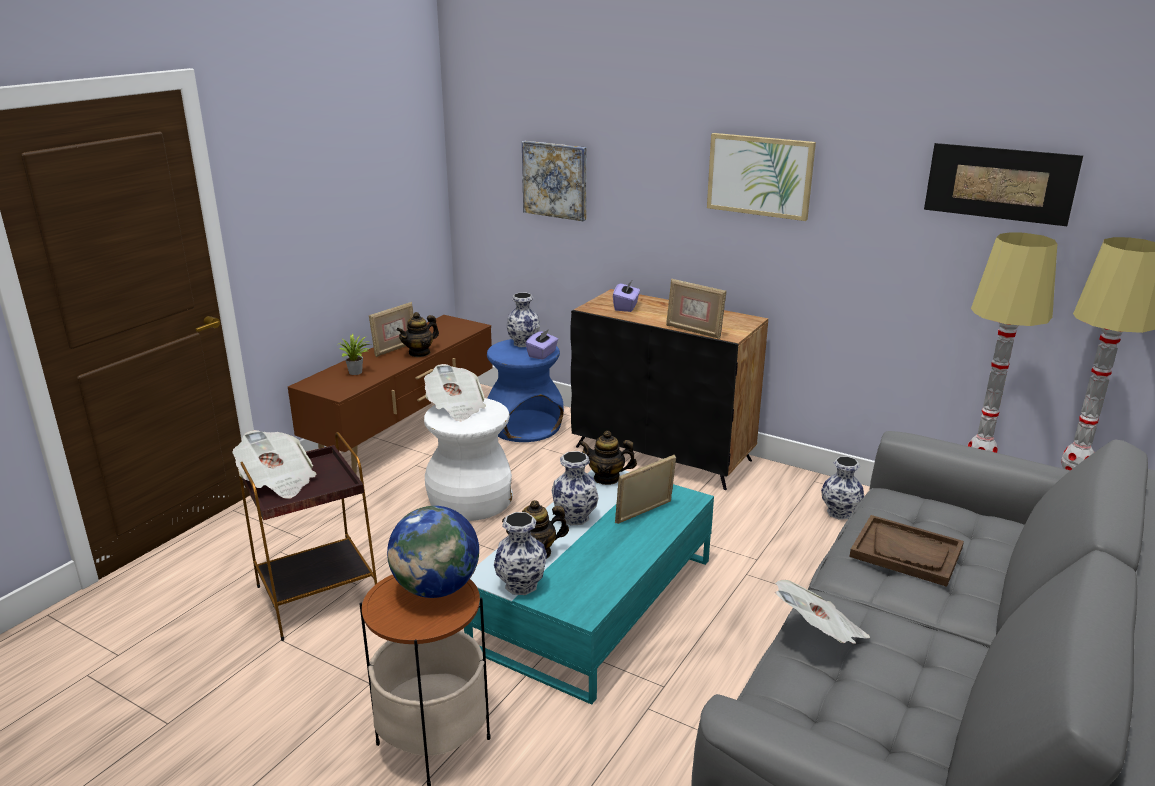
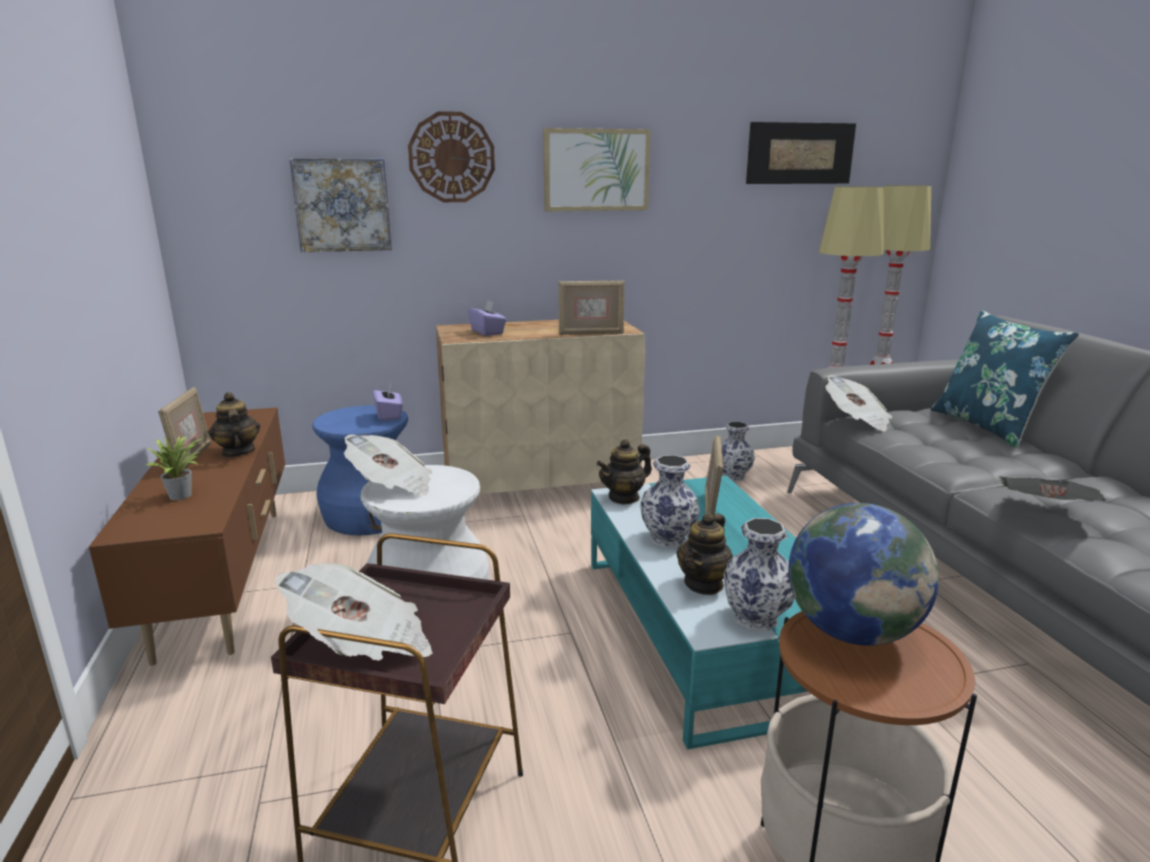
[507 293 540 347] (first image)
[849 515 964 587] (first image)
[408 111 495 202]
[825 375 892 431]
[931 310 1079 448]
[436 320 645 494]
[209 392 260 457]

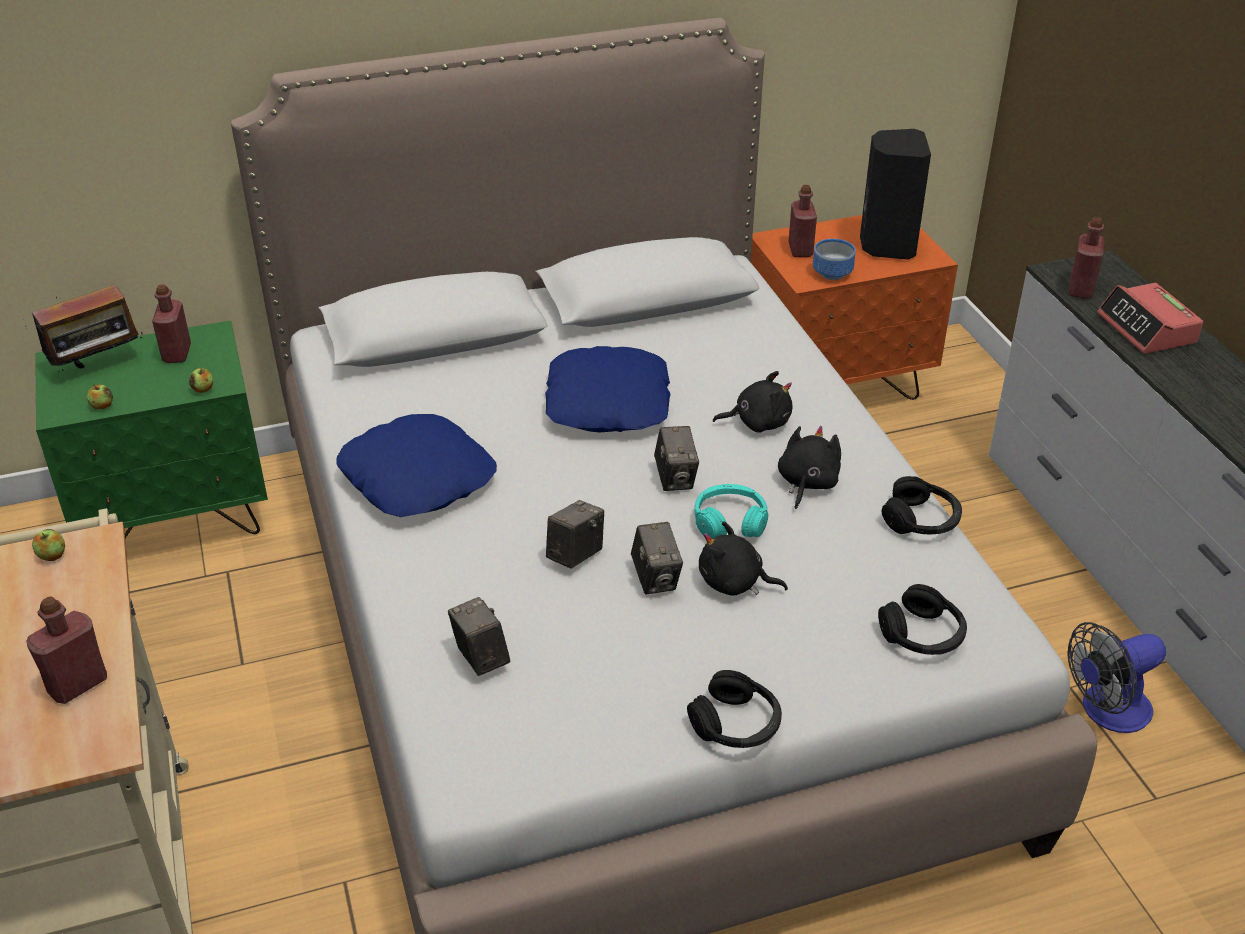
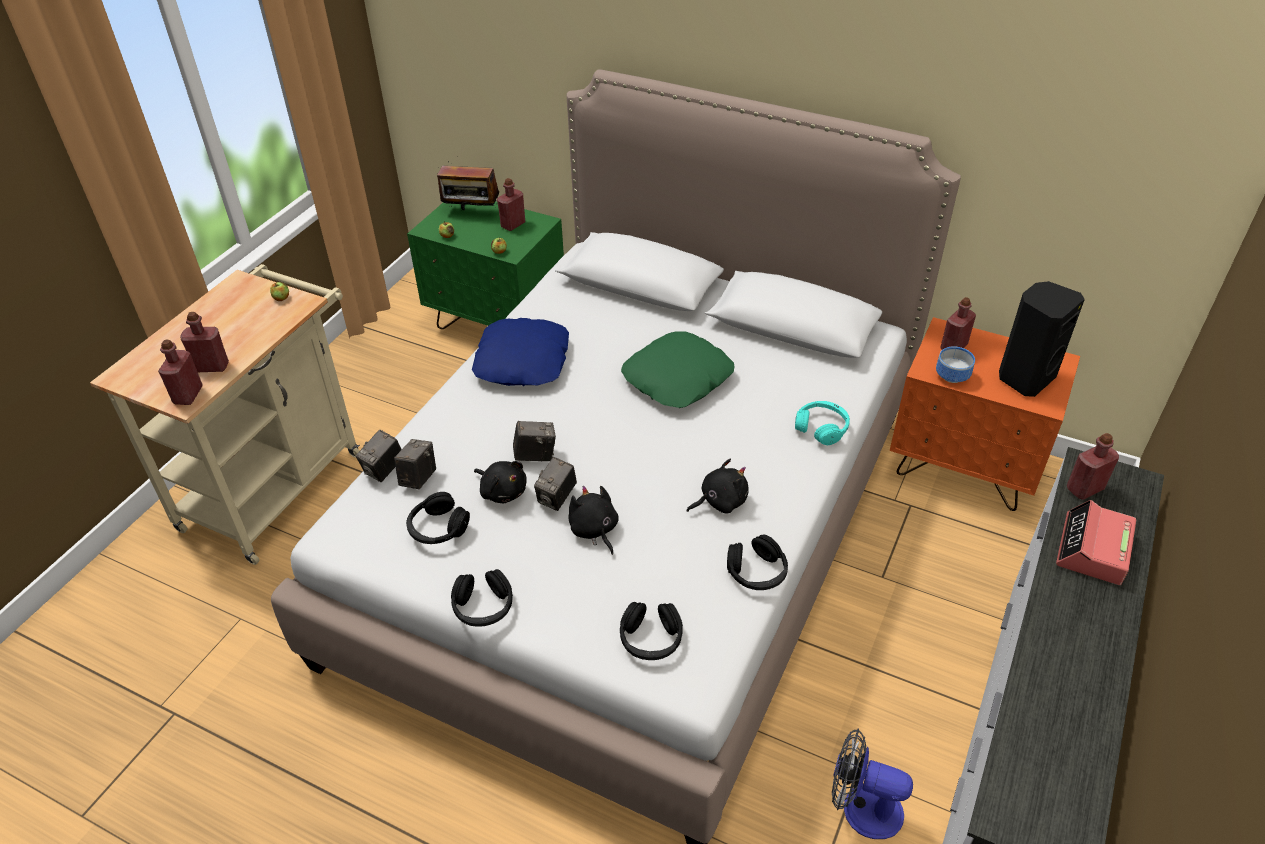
[158 340 203 405]
[406 492 470 544]
[356 430 402 482]
[795 401 850 445]
[474 461 526 503]
[621 332 735 408]

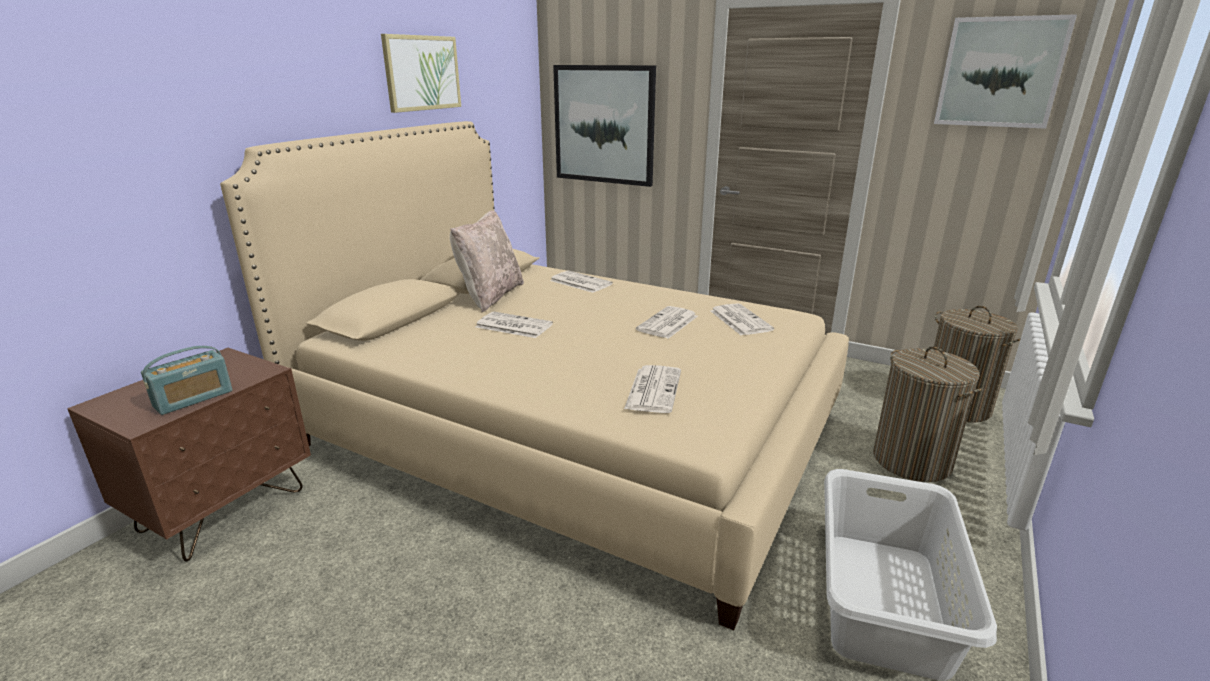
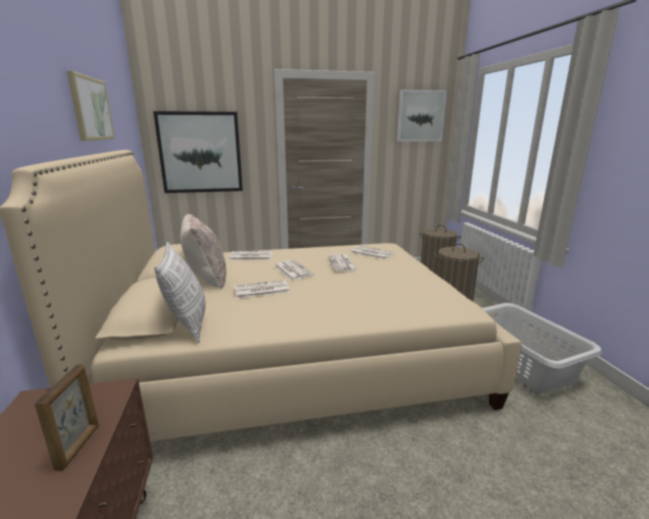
[154 242 206 343]
[275 260 314 280]
[35 364 99 471]

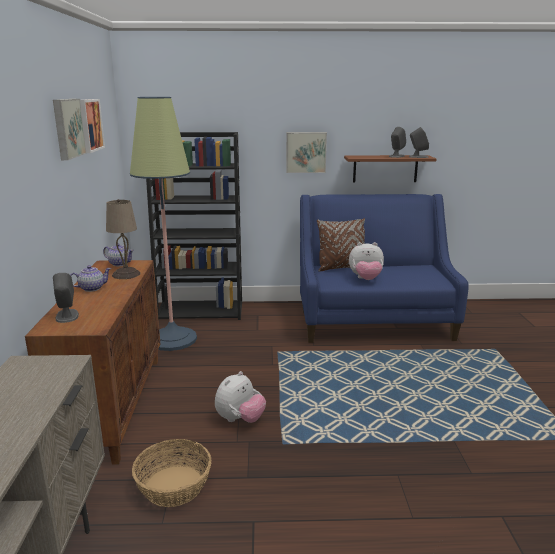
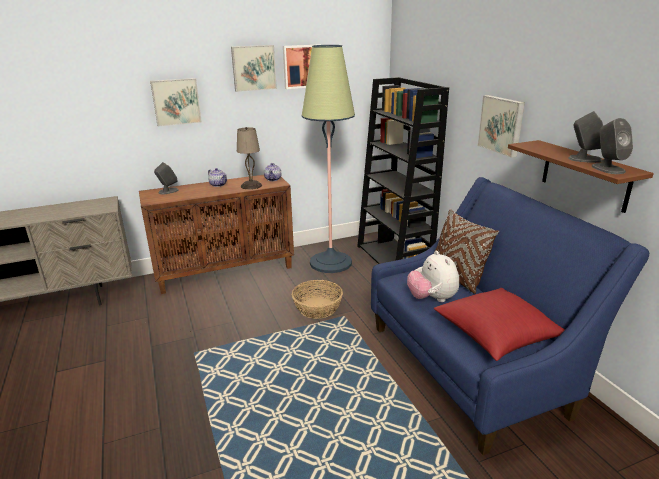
[215 371 266 423] (first image)
[150 78 202 126]
[434 288 565 361]
[292 280 343 319]

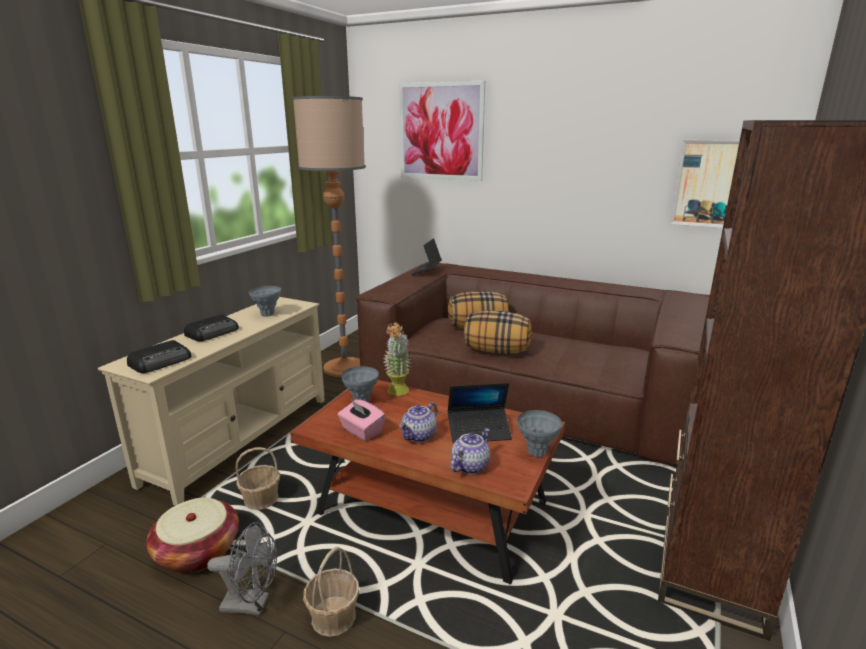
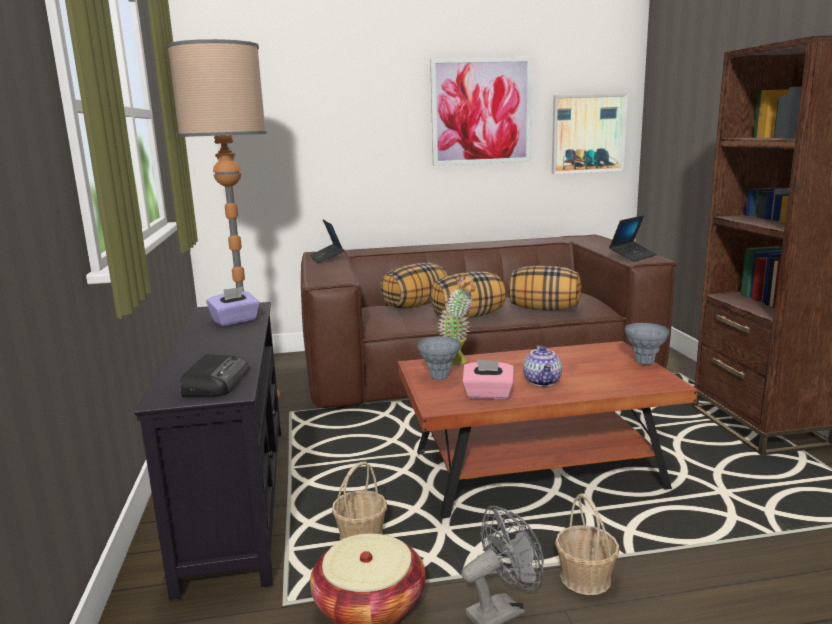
[184 314 239 341] (first image)
[451 429 490 474] (first image)
[508 266 582 311]
[430 57 532 166]
[609 215 657 262]
[206 287 259 326]
[135 302 281 600]

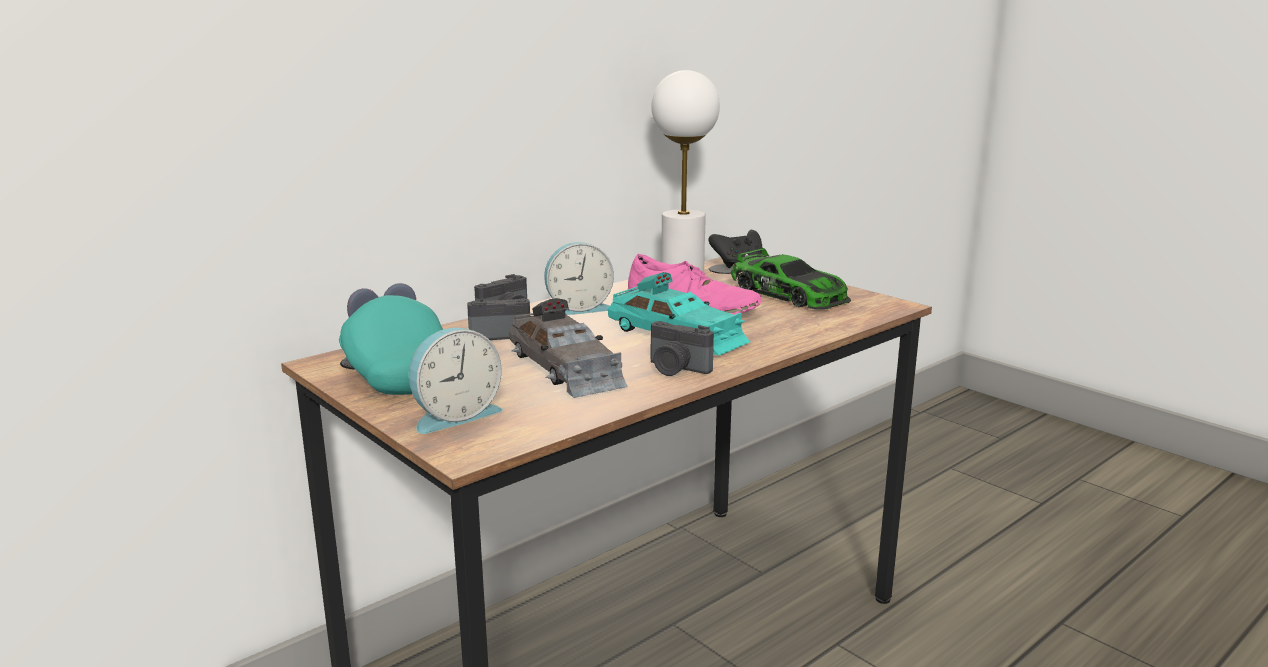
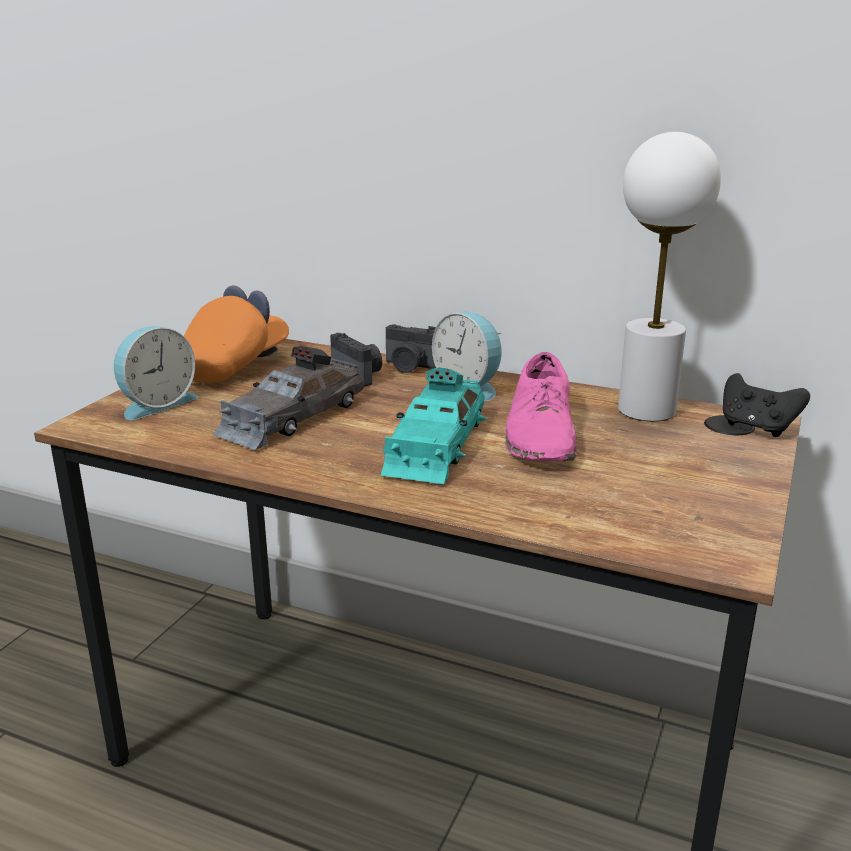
[651 321 714 376] (first image)
[731 248 851 309] (first image)
[184 286 289 383]
[114 326 198 420]

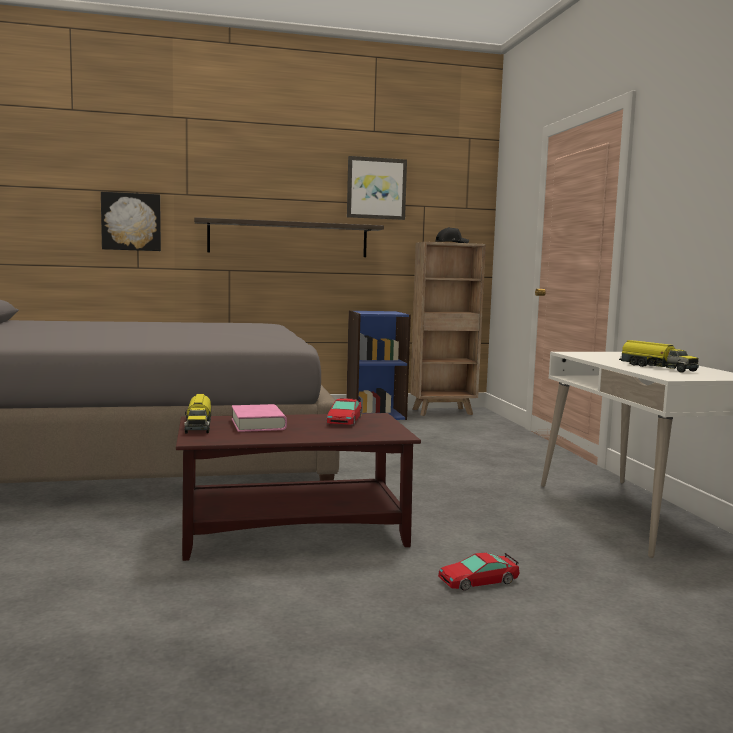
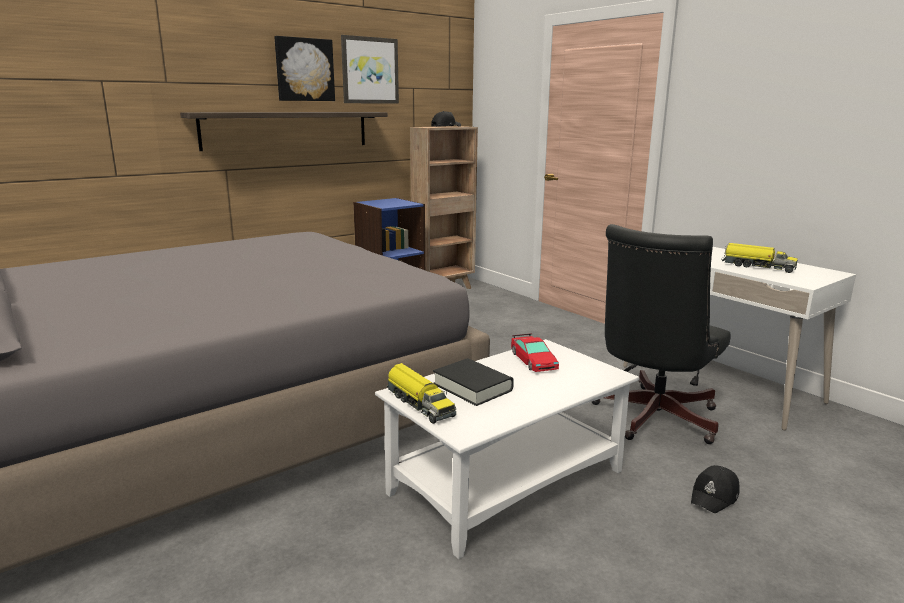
[592 224 731 444]
[274 36 335 101]
[691 465 739 513]
[375 339 639 559]
[433 358 514 406]

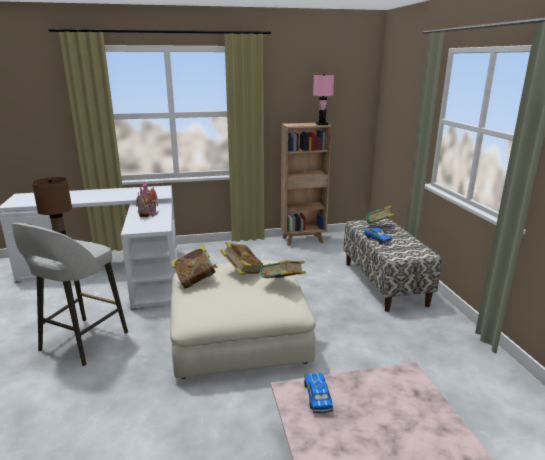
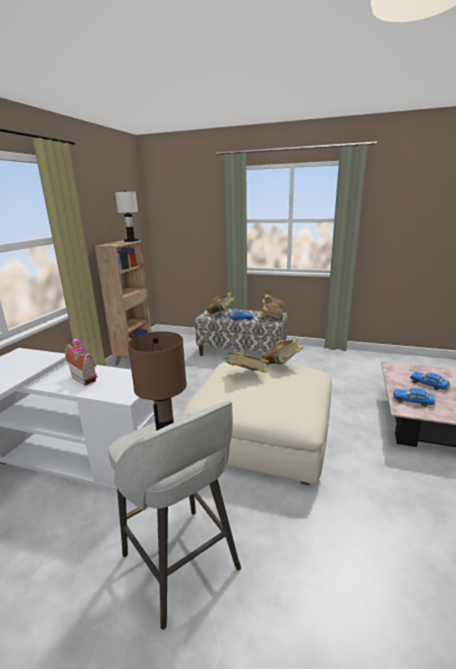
[410 372 450 390]
[260 294 284 321]
[115 191 139 242]

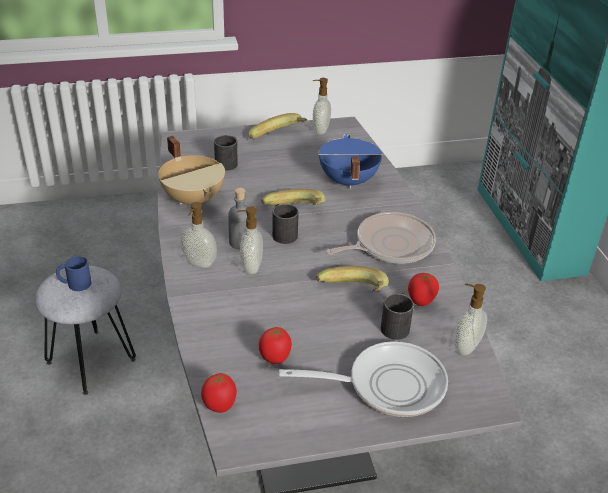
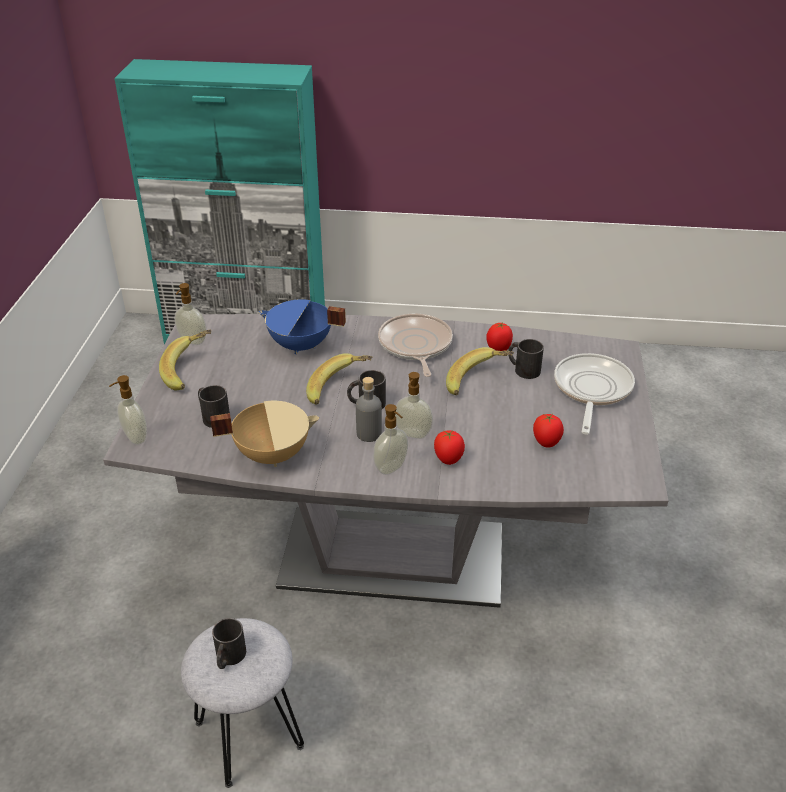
[434 430 465 465]
[109 375 147 445]
[212 618 246 669]

